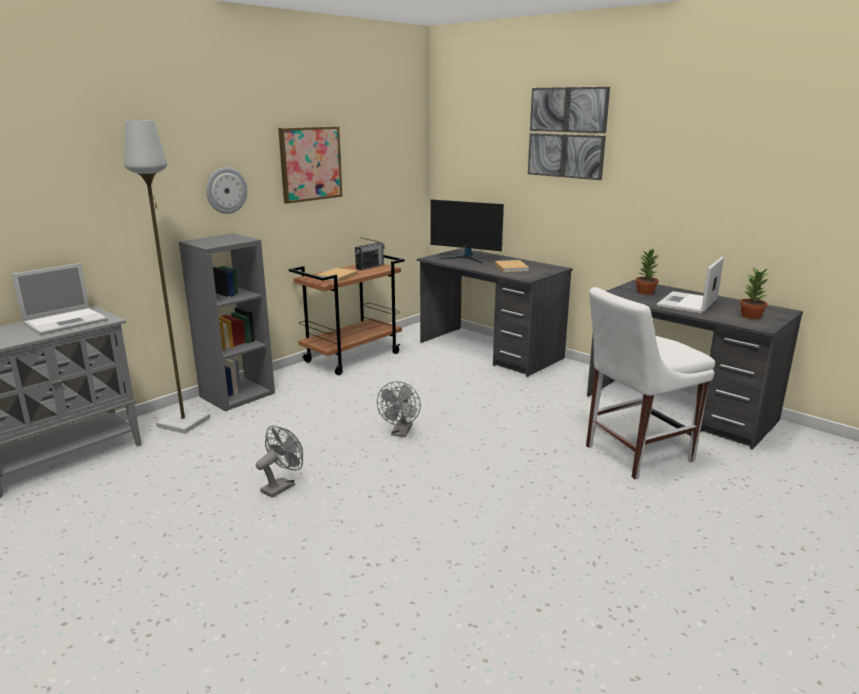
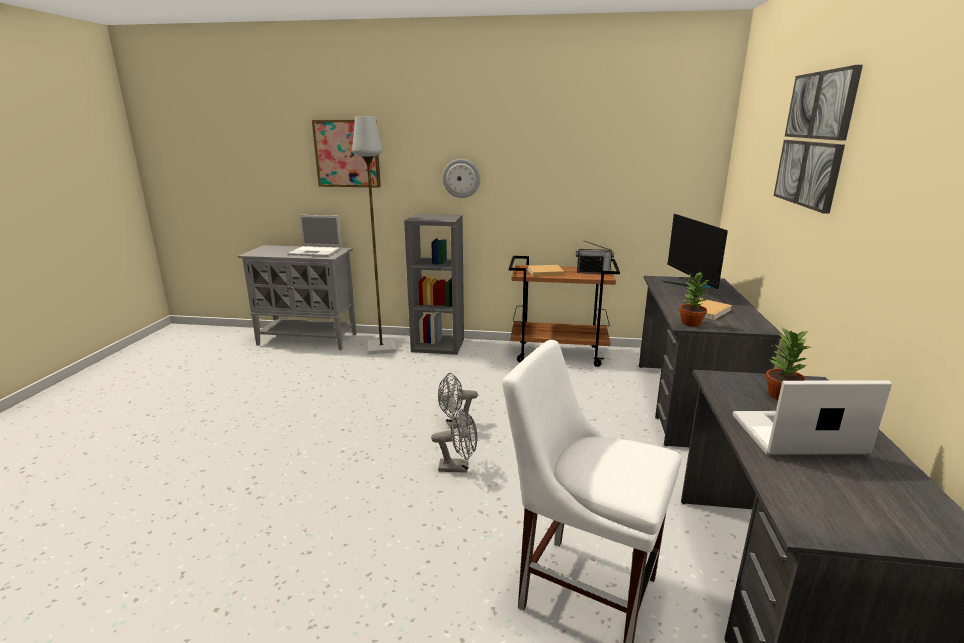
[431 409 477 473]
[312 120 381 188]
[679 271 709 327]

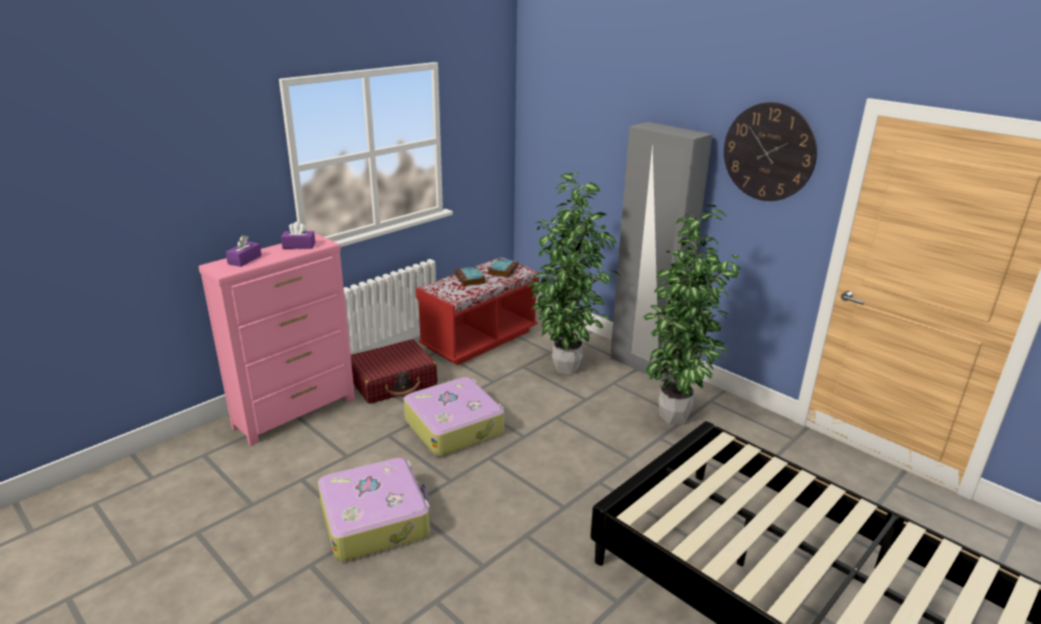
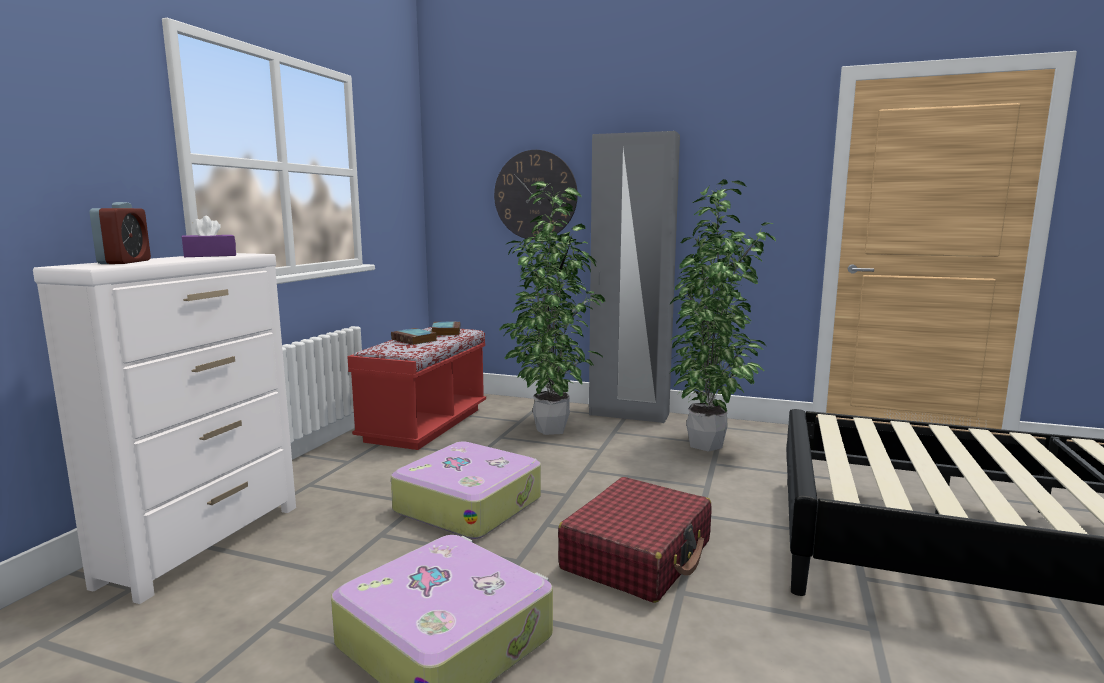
[558 477 712 603]
[494 150 578 240]
[89 202 151 264]
[33 253 296 604]

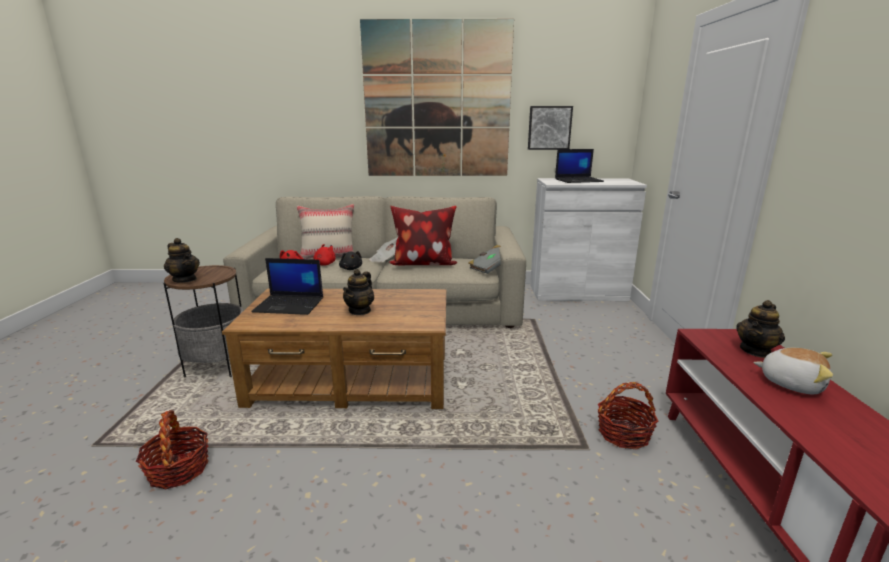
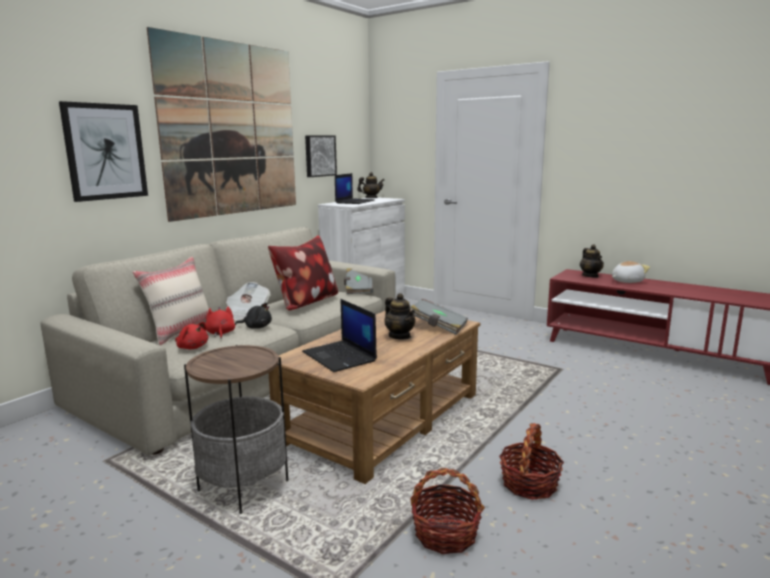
[59 101 148 202]
[410 298 468 335]
[357 172 384 198]
[499 423 564 500]
[302 299 377 372]

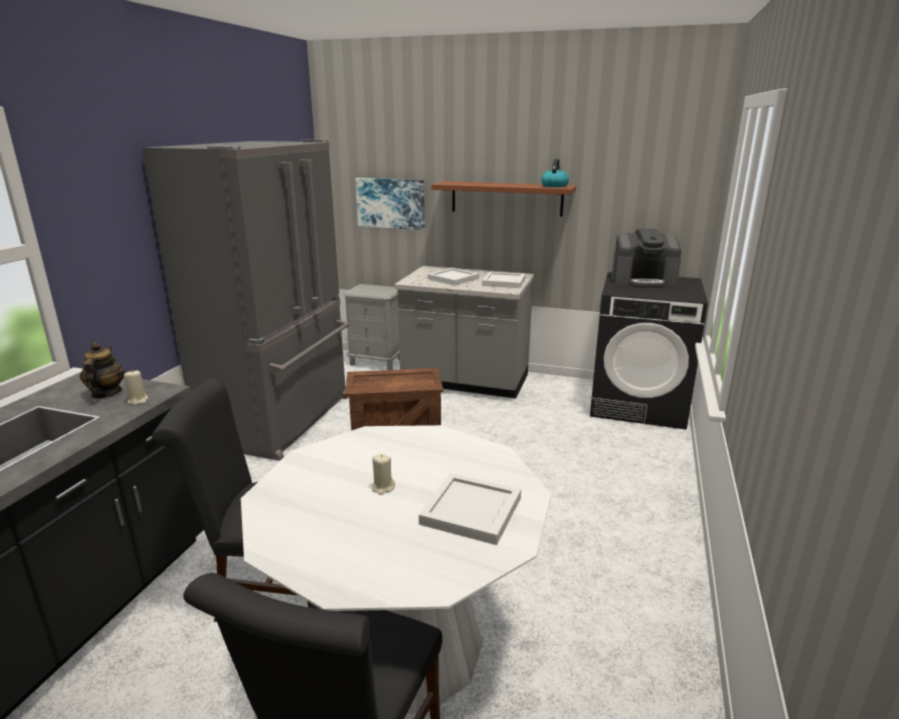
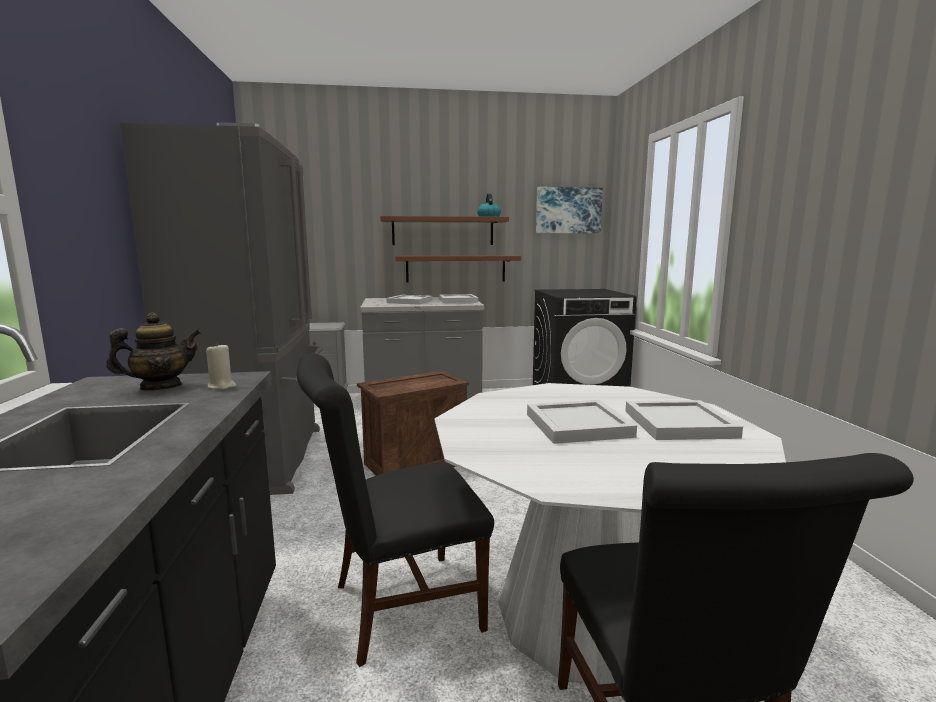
[612 229 681 287] (first image)
[396 255 521 282]
[536 187 603 233]
[527 400 637 444]
[106 313 201 390]

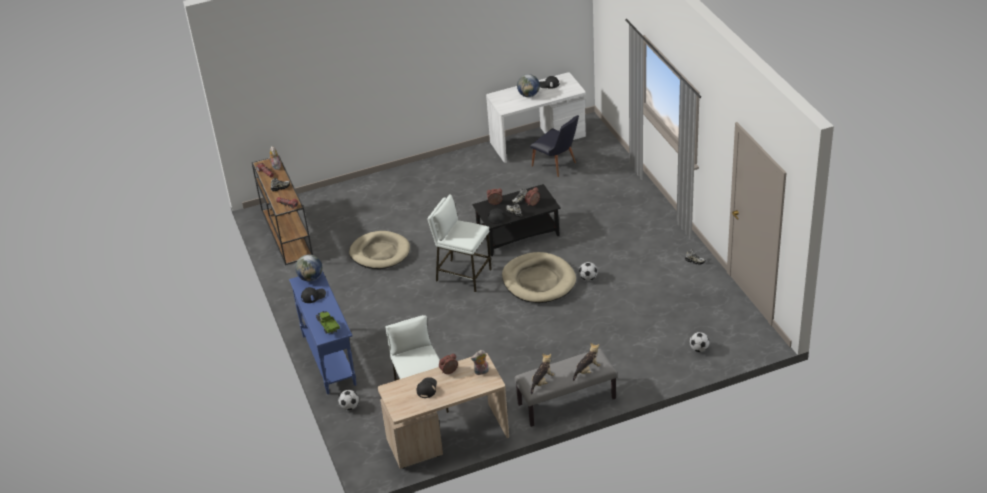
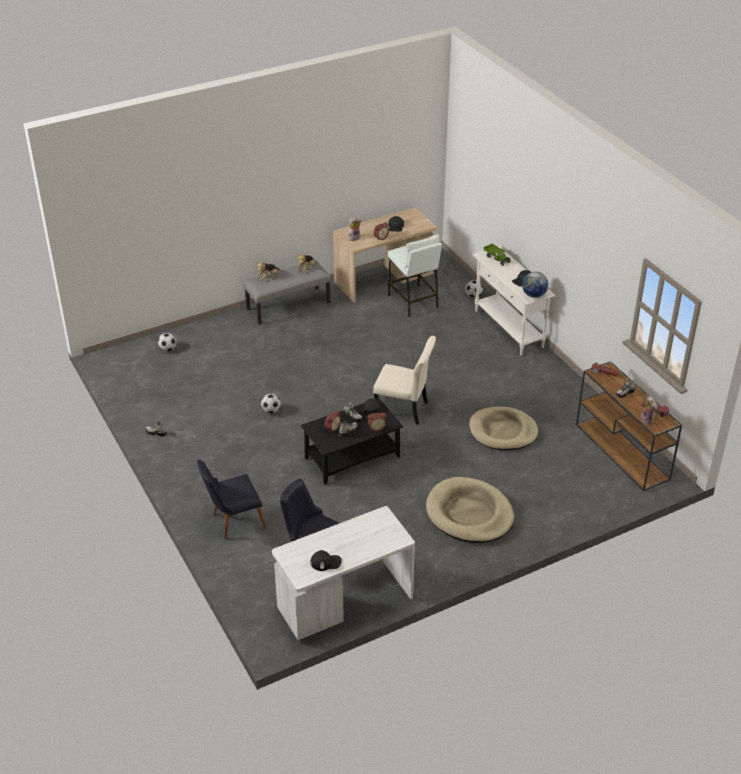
[517 74 540 97] (first image)
[197 459 266 539]
[426 477 514 543]
[373 336 436 425]
[472 246 555 355]

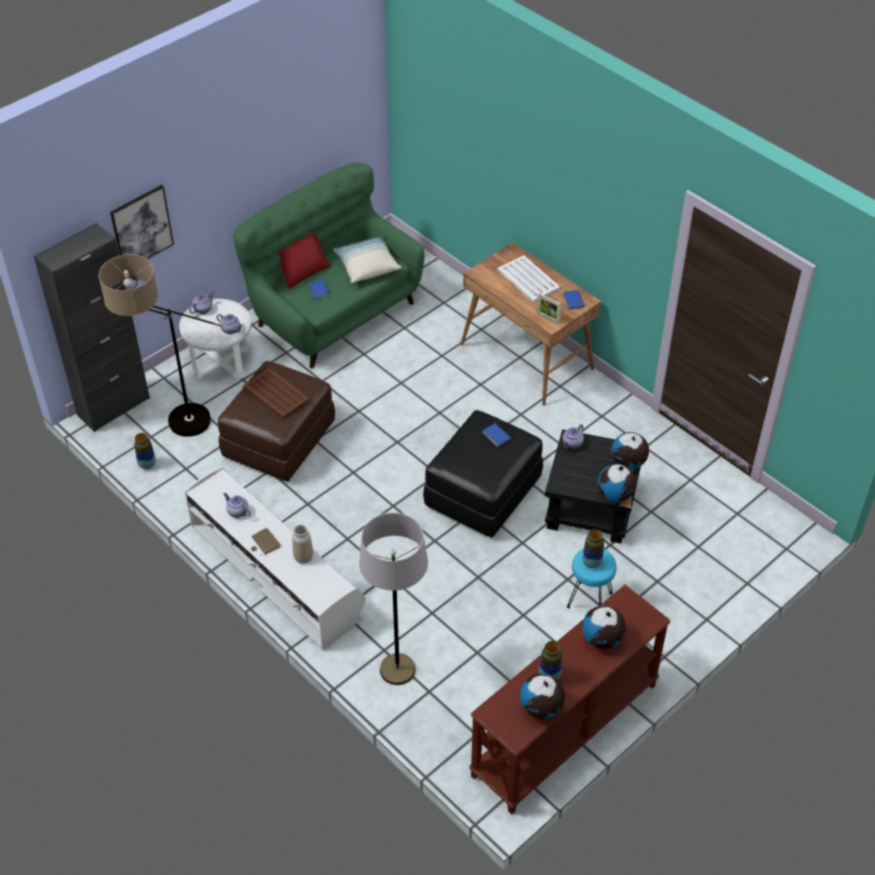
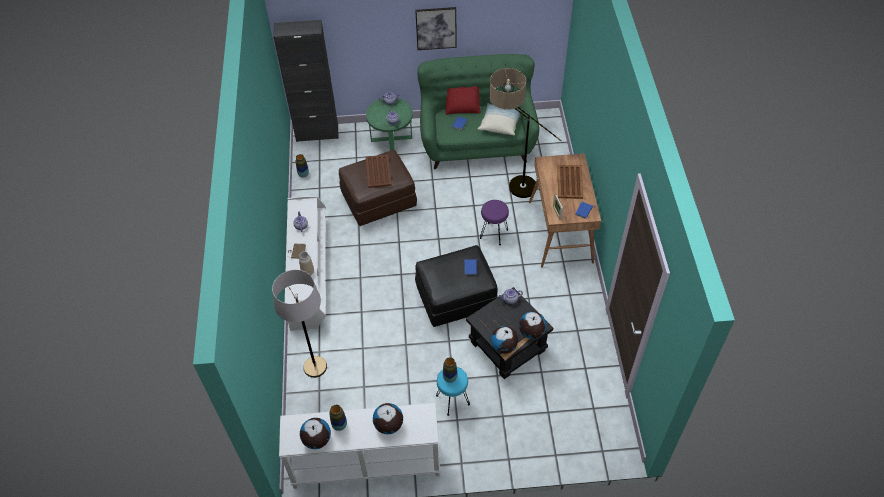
[480 200 509 245]
[489 68 562 198]
[415 7 457 50]
[366 98 413 151]
[279 403 440 489]
[557 165 583 199]

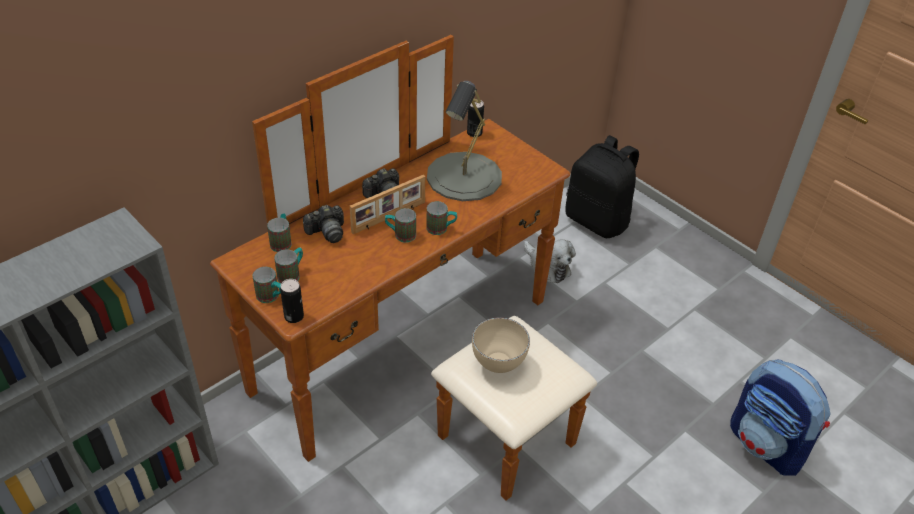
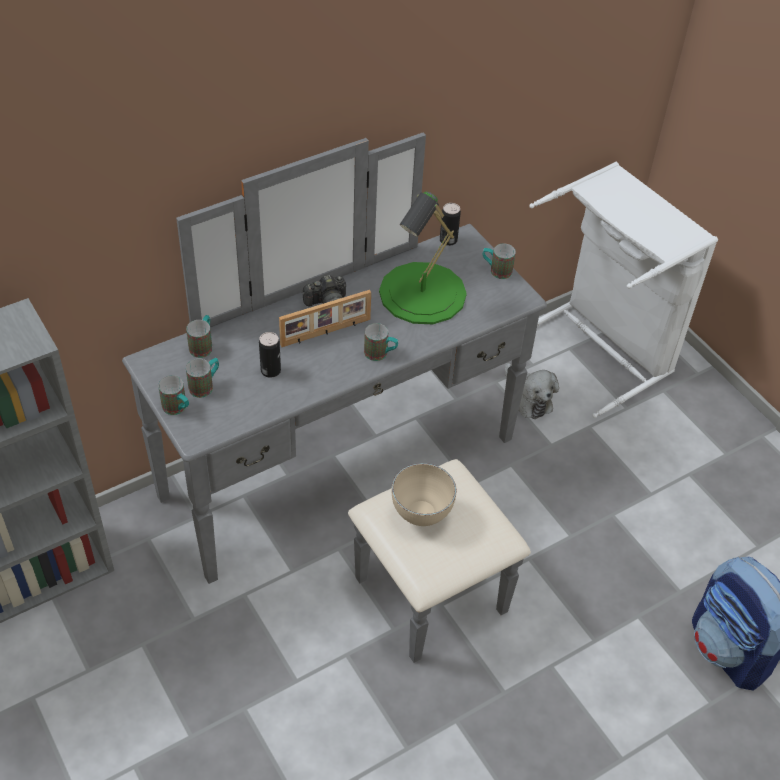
[303 205 344 243] (first image)
[259 332 281 378]
[483 243 516 279]
[529 162 718 418]
[122 132 547 663]
[379 192 467 324]

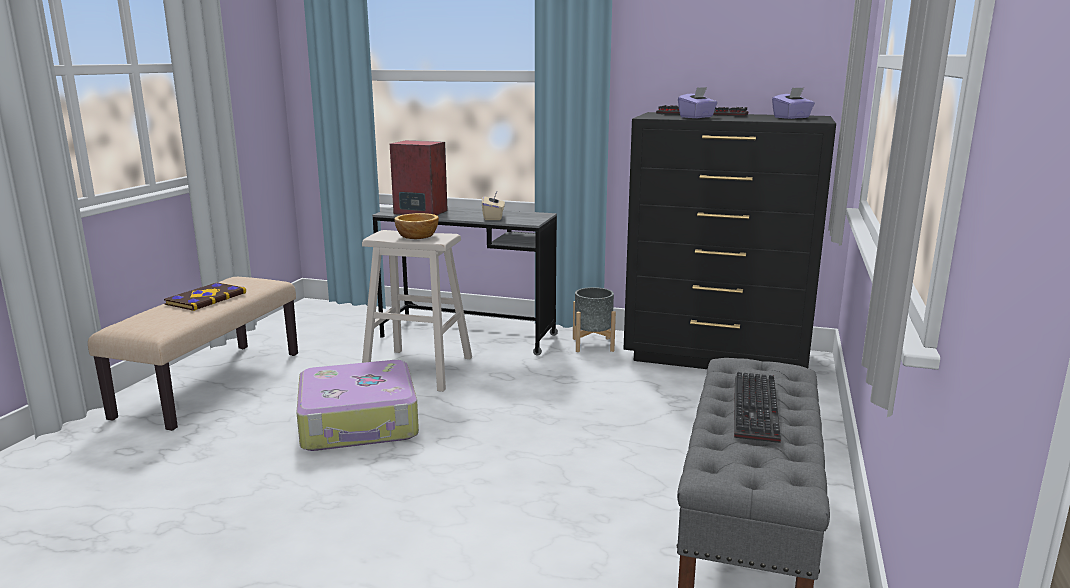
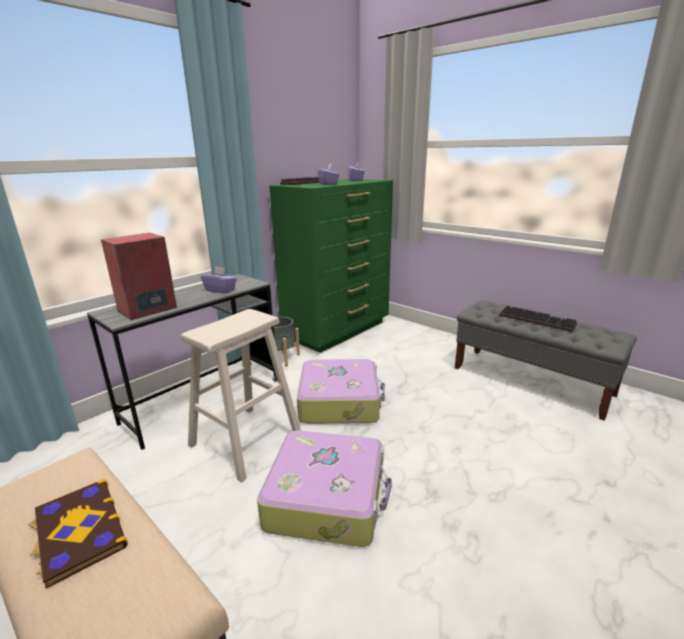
[394 213 439 239] (first image)
[297 359 385 424]
[201 266 237 294]
[269 179 393 353]

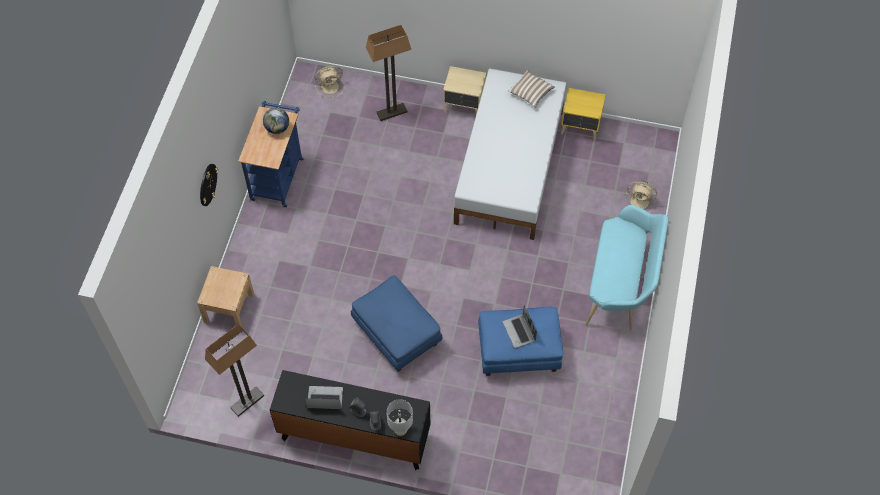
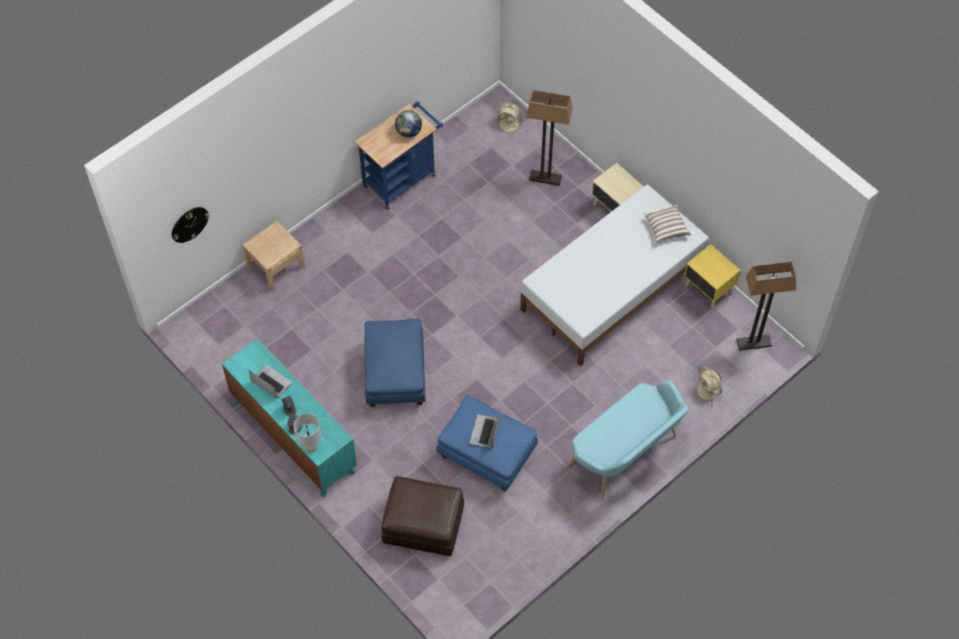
[381 476 464 556]
[172 207 209 243]
[736 262 796 351]
[222 338 357 498]

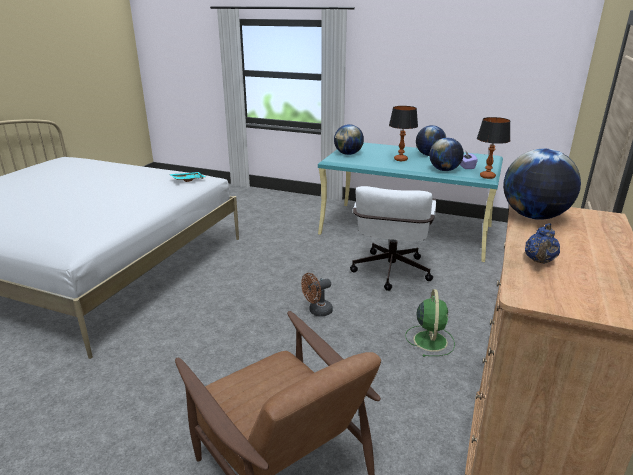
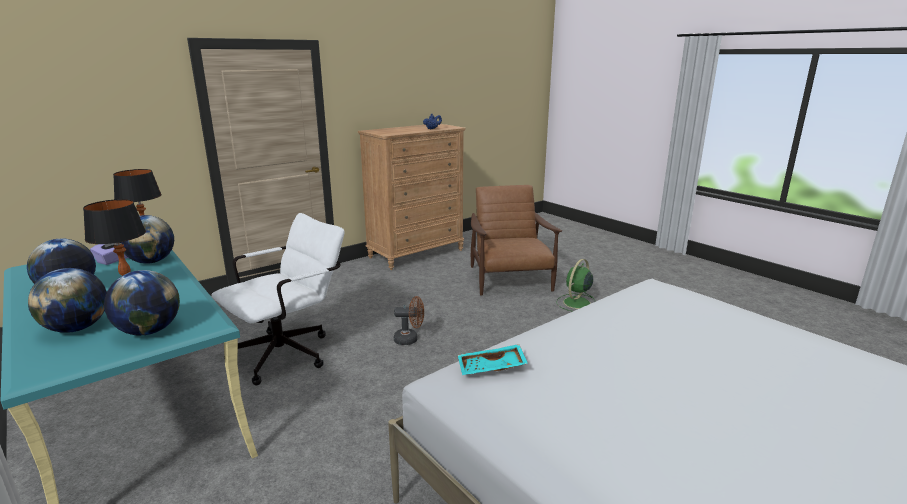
[556 259 596 312]
[28 268 107 333]

